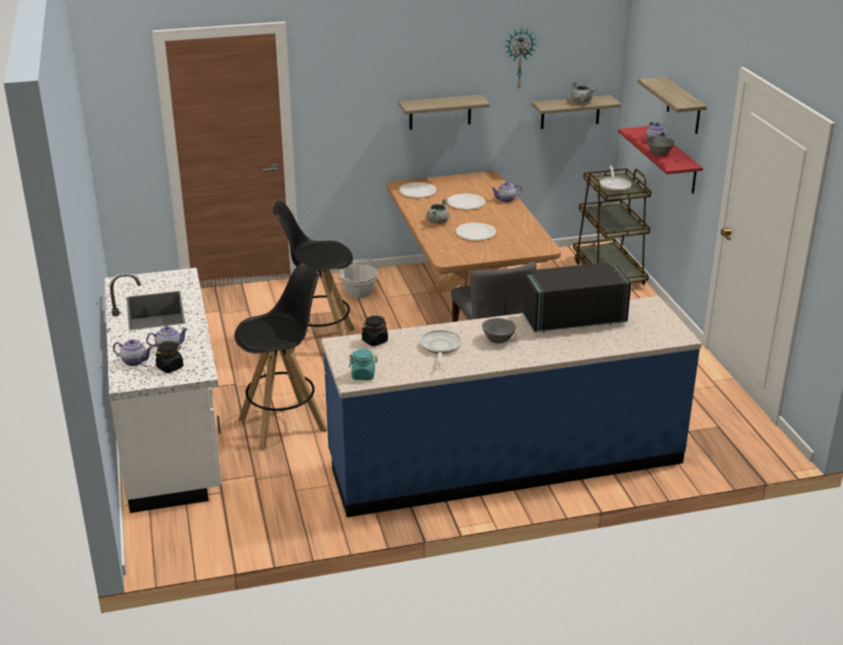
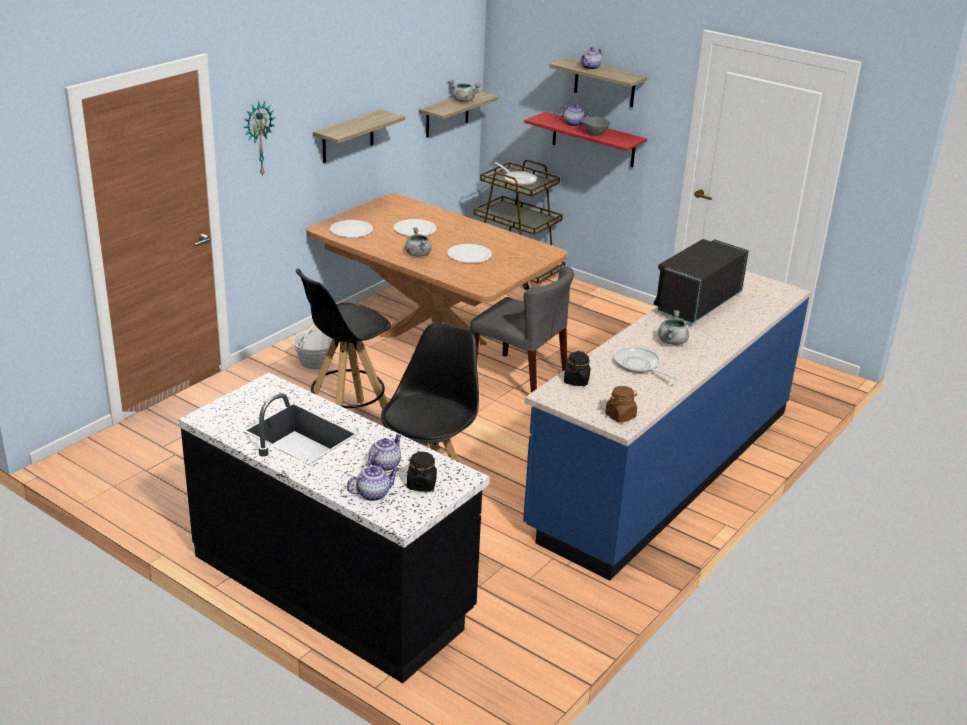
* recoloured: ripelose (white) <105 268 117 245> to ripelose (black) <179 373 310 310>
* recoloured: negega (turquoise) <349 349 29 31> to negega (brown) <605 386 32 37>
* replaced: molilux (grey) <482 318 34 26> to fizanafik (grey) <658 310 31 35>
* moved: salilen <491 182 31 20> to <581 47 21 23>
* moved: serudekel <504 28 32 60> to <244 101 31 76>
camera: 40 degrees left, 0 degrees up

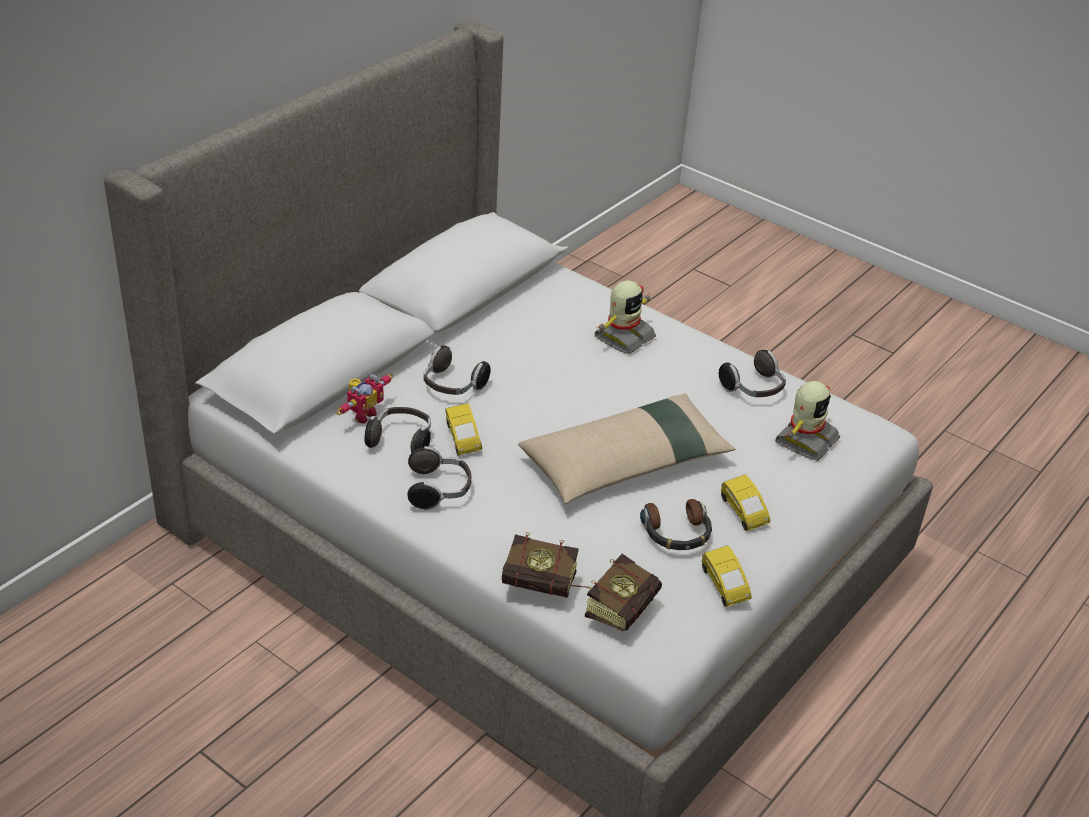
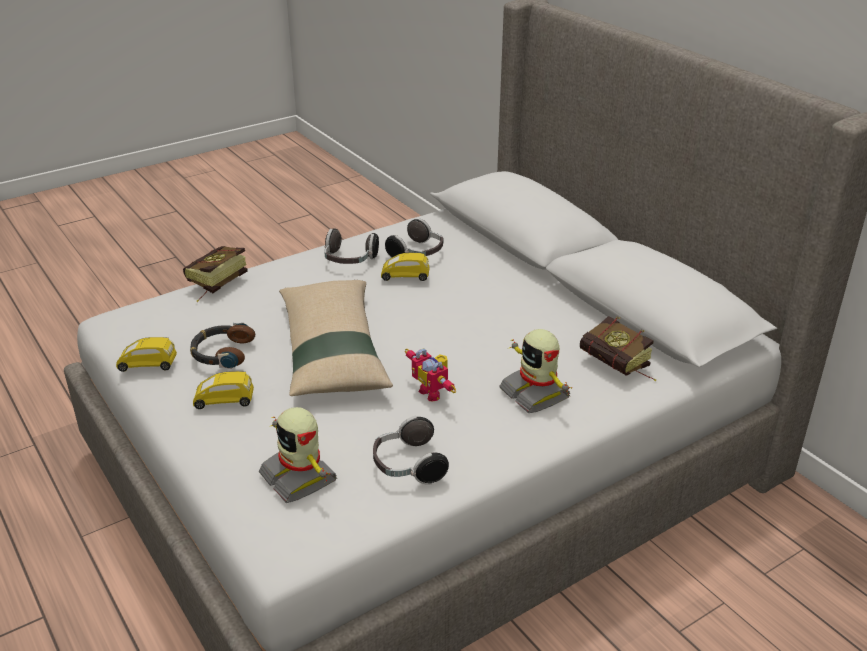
* moved: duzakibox <336 374 57 50> to <405 348 51 54>
* removed: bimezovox <423 345 68 50>
* moved: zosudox <585 554 77 77> to <580 316 77 65>
camera: 110 degrees right, 5 degrees down

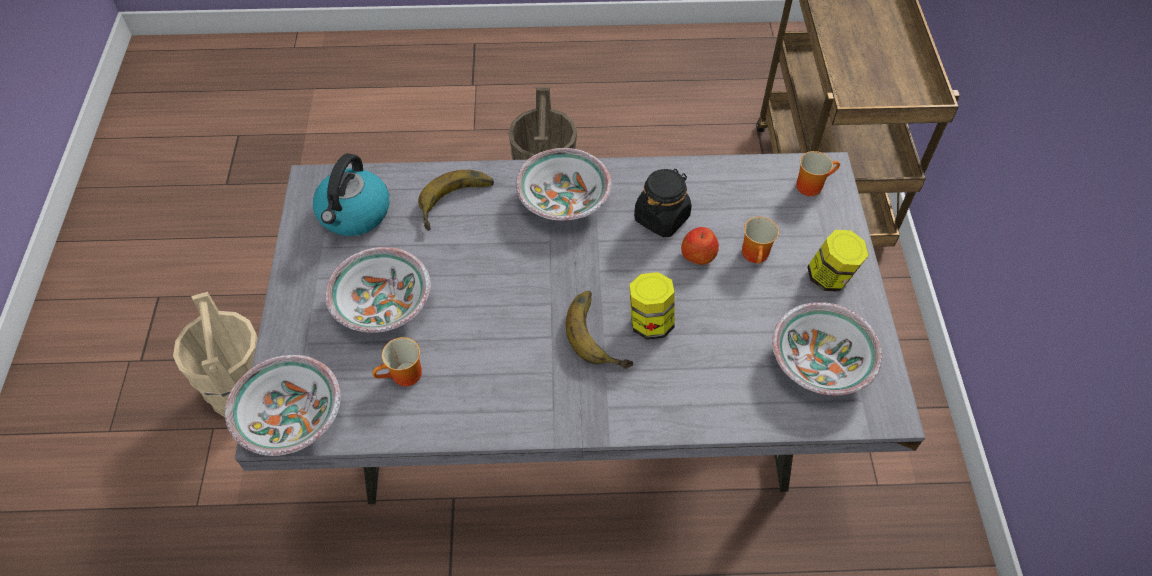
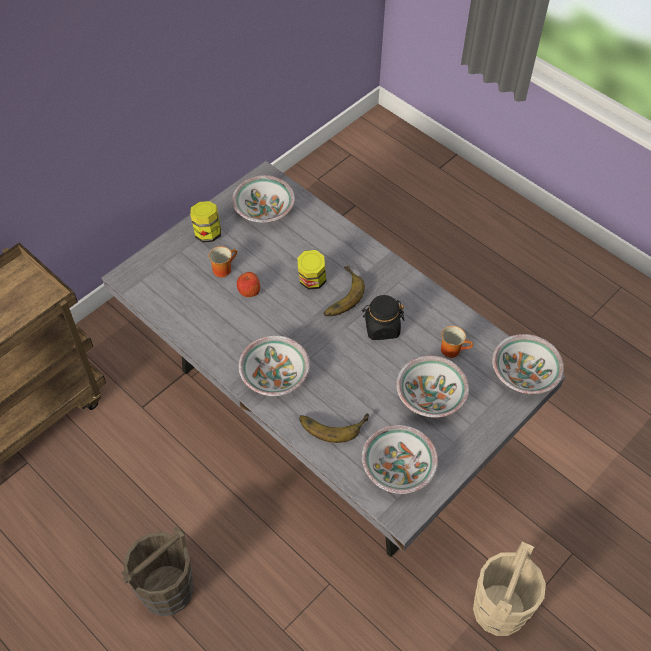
* replaced: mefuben <313 153 76 83> to molilux <362 425 76 69>
* moved: negega (black) <634 169 58 68> to <362 295 42 45>
* removed: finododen <796 151 44 45>
camera: 135 degrees left, 0 degrees up

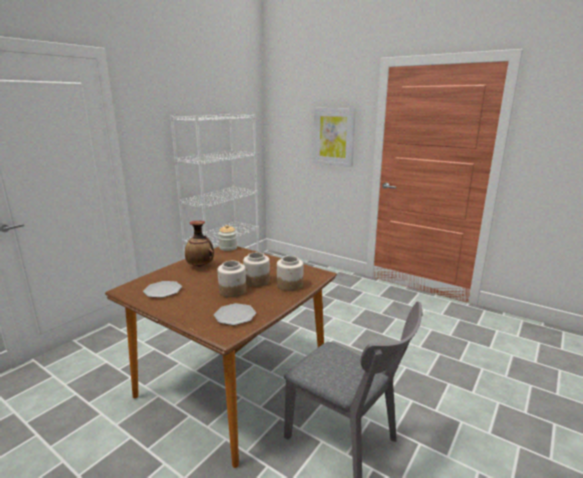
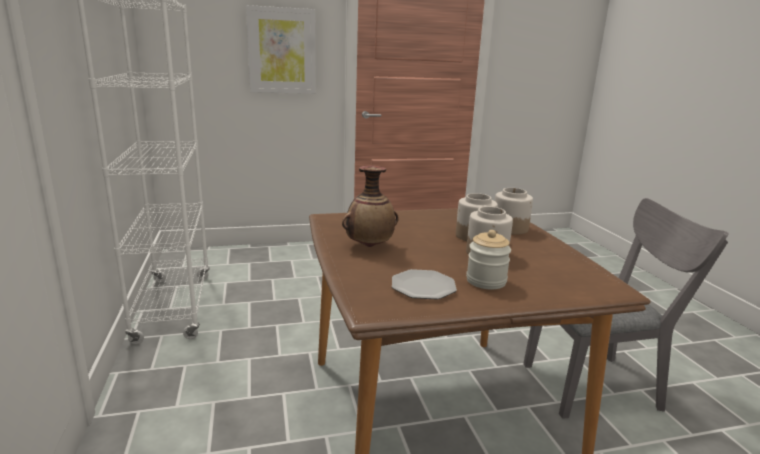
* removed: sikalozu <214 303 42 22>
* moved: negega <218 225 19 26> to <466 230 45 59>
camera: 50 degrees left, 0 degrees up

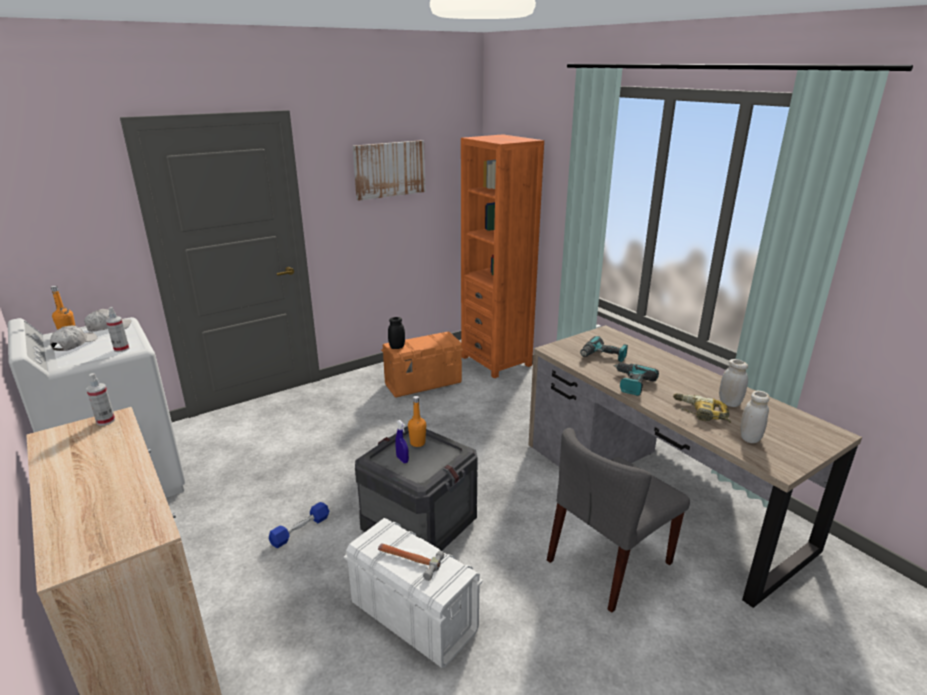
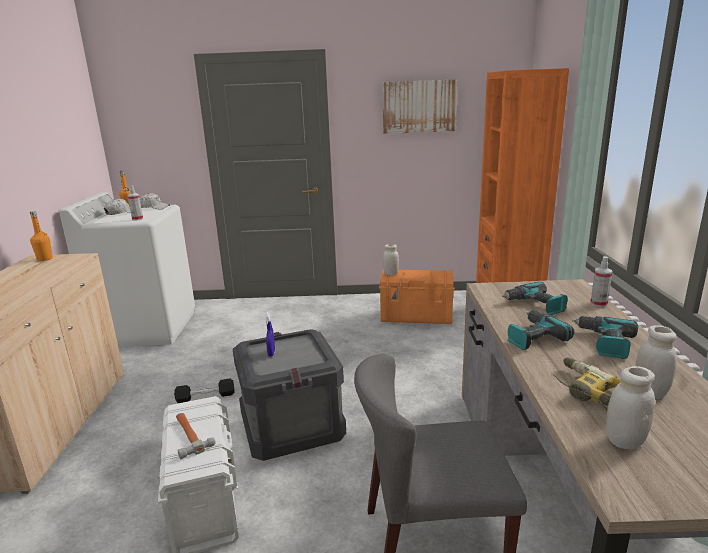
* moved: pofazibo <86 373 29 52> to <590 256 23 51>
* recoloured: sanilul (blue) <269 502 60 46> to sanilul (black) <174 379 60 24>
* recoloured: negega (black) <388 317 17 32> to negega (white) <383 244 16 31>
* moved: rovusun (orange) <408 396 18 51> to <30 211 23 50>
* added: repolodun <572 316 66 43>
camera: 35 degrees right, 5 degrees down

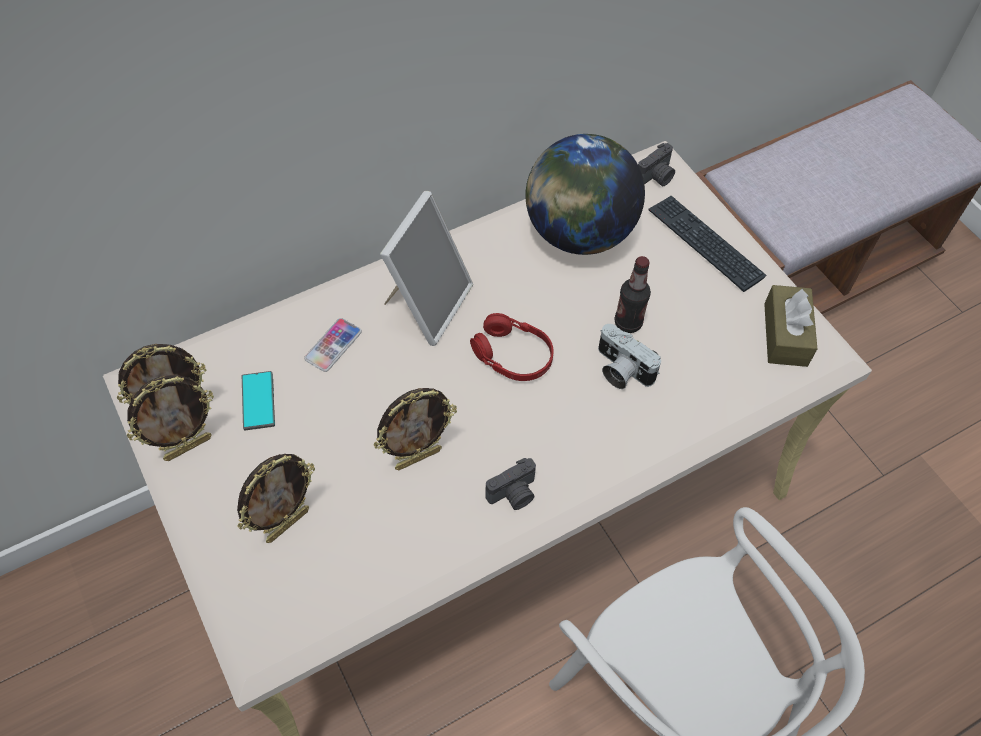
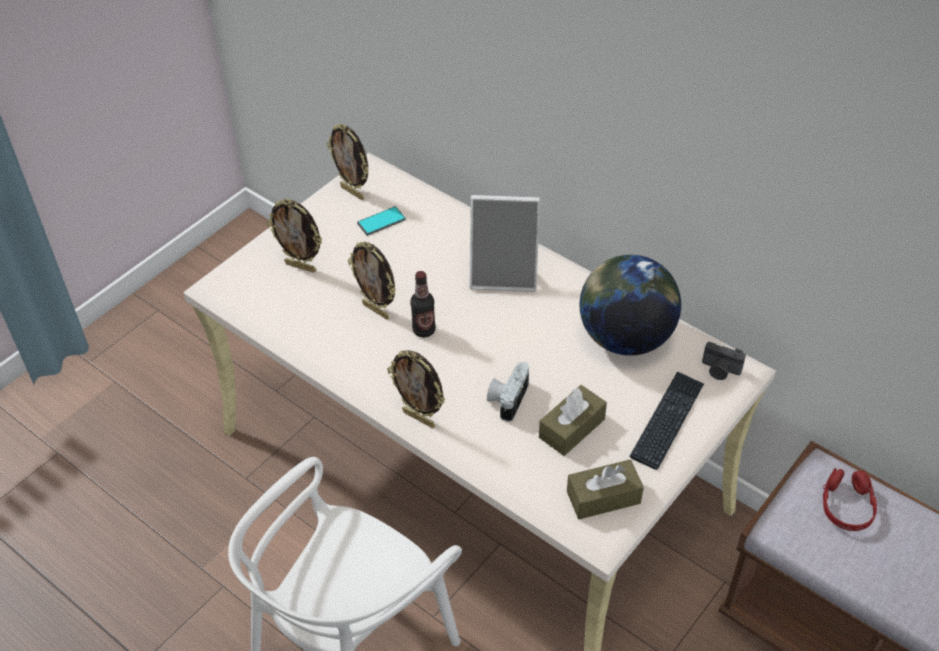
* moved: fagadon <127 375 87 86> to <387 350 58 78>
* removed: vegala <304 318 58 54>
* moved: bimezovox (red) <470 313 84 68> to <823 468 54 63>
* removed: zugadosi <485 458 51 52>
* moved: rovusun <614 256 37 77> to <410 271 26 67>
* added: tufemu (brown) <539 385 68 71>
camera: 70 degrees right, 10 degrees down

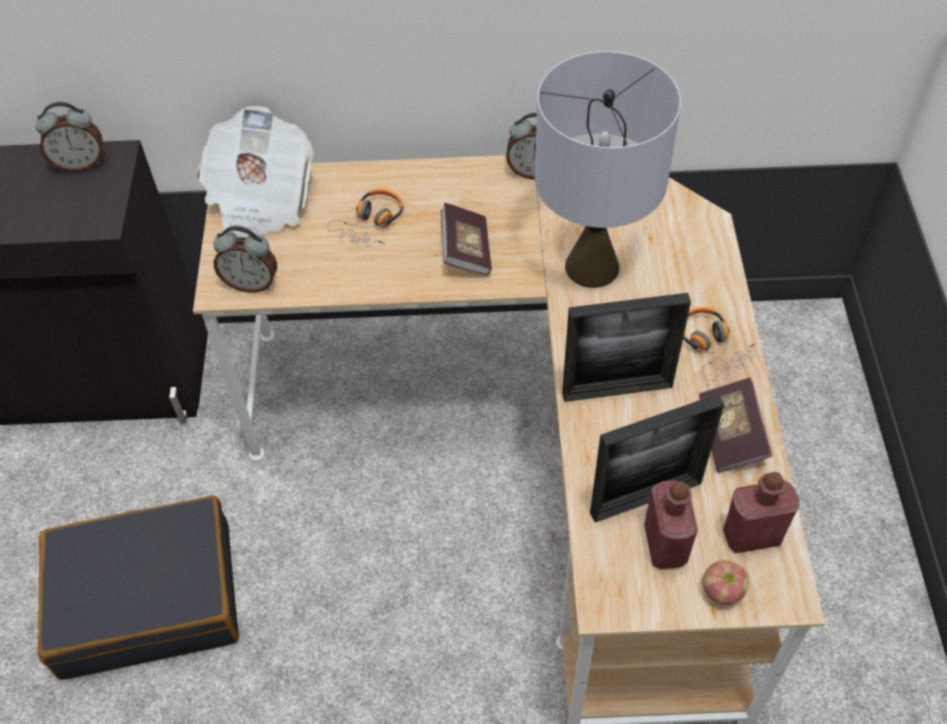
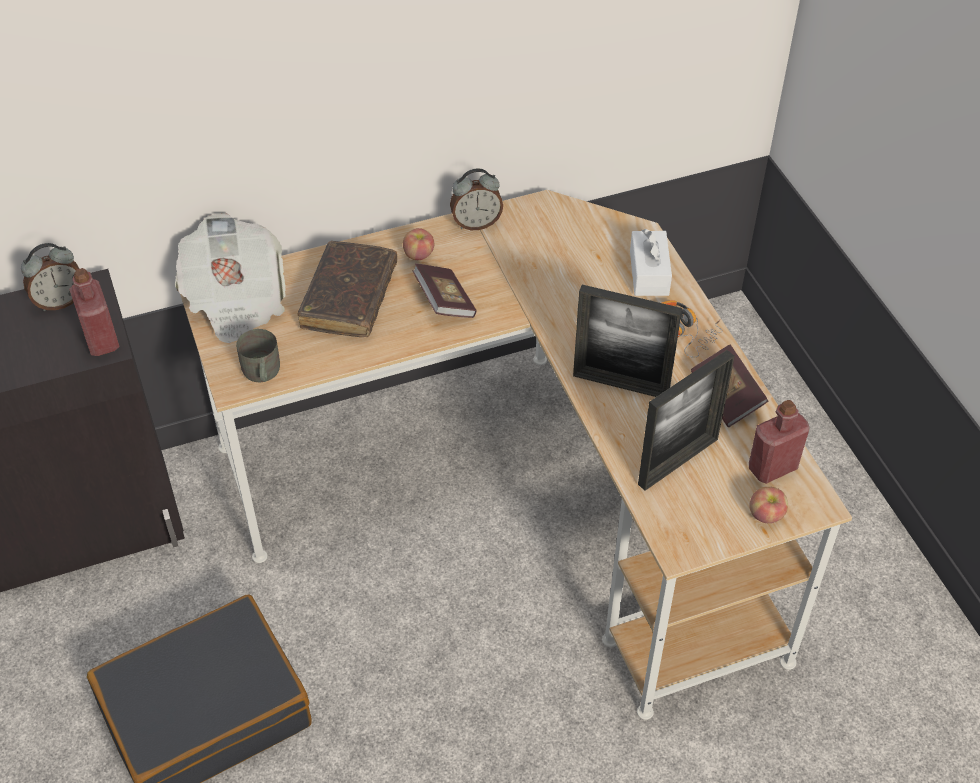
* replaced: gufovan <213 226 64 67> to finododen (grey) <236 329 44 53>
* replaced: bimezovox <327 189 77 58> to zosudox (brown) <297 241 100 96>
* removed: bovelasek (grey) <535 51 146 237>
* turned: fagadon <562 293 129 109> = <573 285 109 112> 45 degrees clockwise
* moved: rovusun (red) <644 480 54 89> to <69 268 51 88>
* added: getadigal <403 228 31 32>
* added: tufemu (white) <630 229 42 67>
camera: 20 degrees left, 5 degrees down

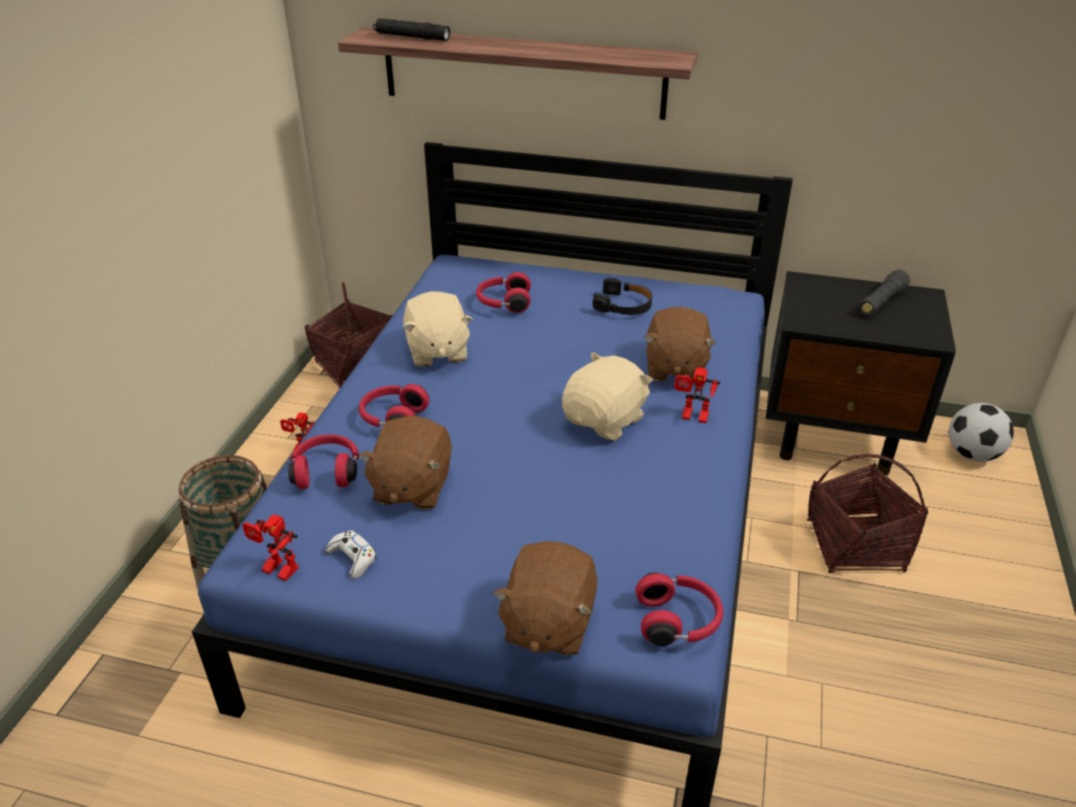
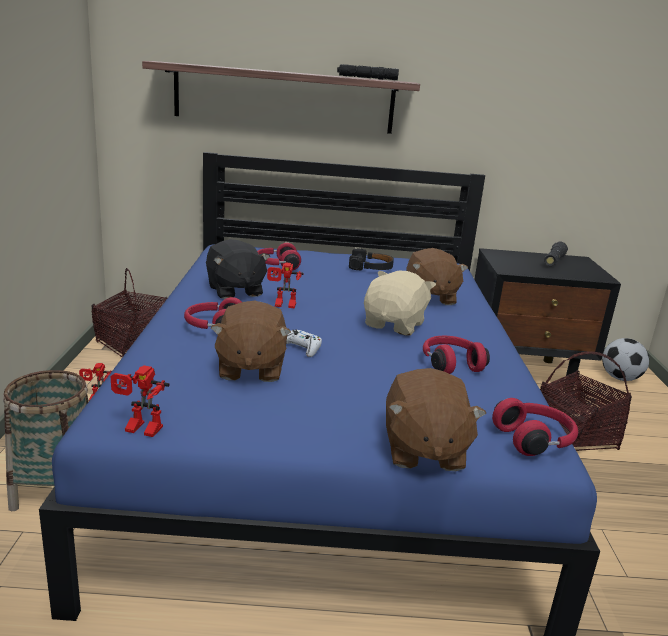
* moved: bimezovox (red) <288 434 71 55> to <423 335 67 39>
* moved: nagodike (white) <326 530 50 49> to <286 330 36 27>
* moved: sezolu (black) <373 18 77 23> to <337 64 62 16>
* recoloured: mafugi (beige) <403 291 69 76> to mafugi (black) <206 239 64 60>
* moved: duzakibox <674 367 46 56> to <267 262 37 46>
camera: 15 degrees left, 15 degrees down

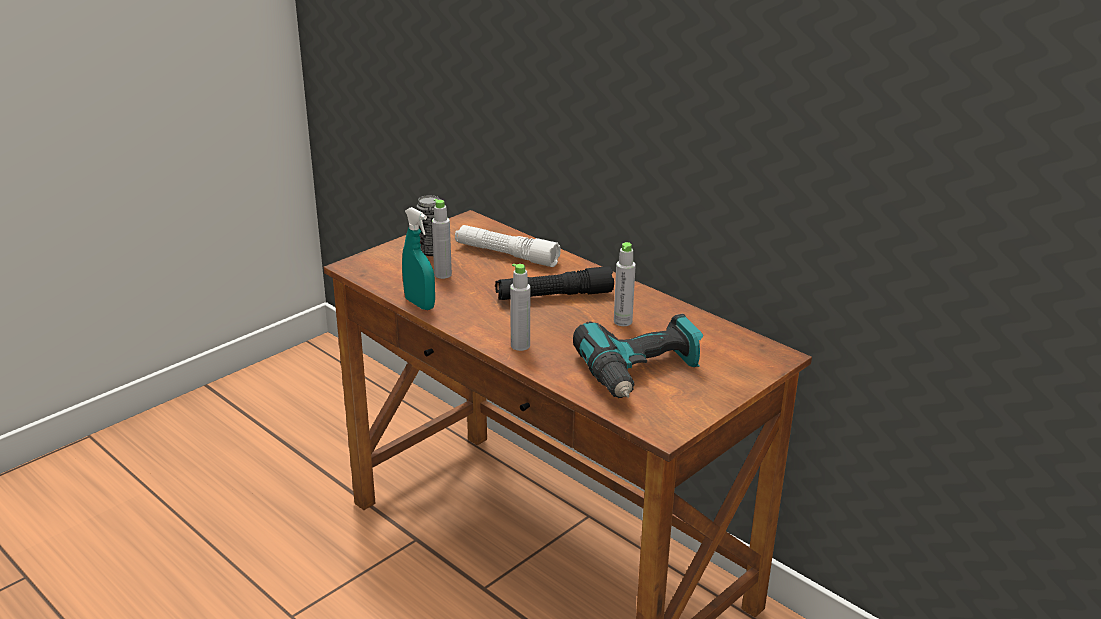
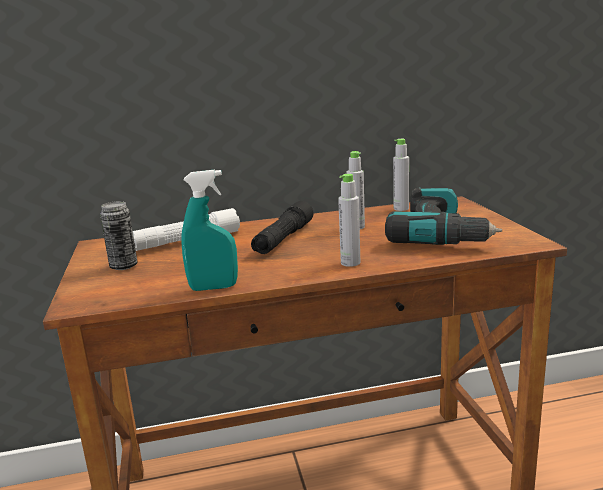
* moved: rovusun (grey) <432 199 20 80> to <393 139 16 72>
camera: 55 degrees left, 10 degrees down

